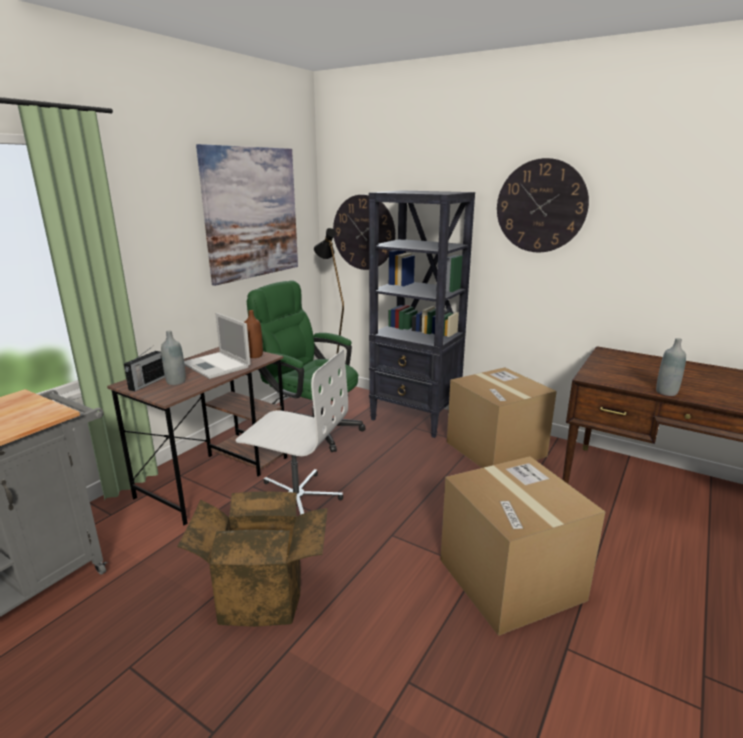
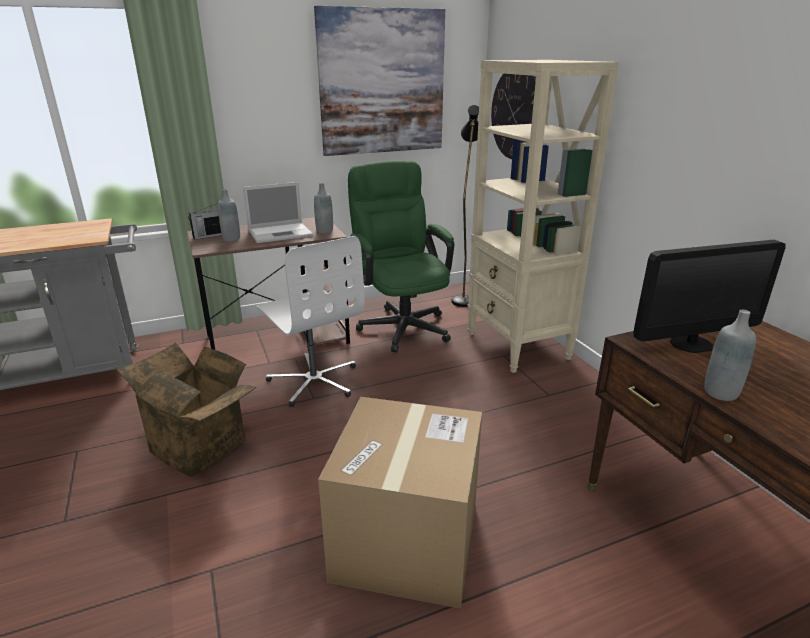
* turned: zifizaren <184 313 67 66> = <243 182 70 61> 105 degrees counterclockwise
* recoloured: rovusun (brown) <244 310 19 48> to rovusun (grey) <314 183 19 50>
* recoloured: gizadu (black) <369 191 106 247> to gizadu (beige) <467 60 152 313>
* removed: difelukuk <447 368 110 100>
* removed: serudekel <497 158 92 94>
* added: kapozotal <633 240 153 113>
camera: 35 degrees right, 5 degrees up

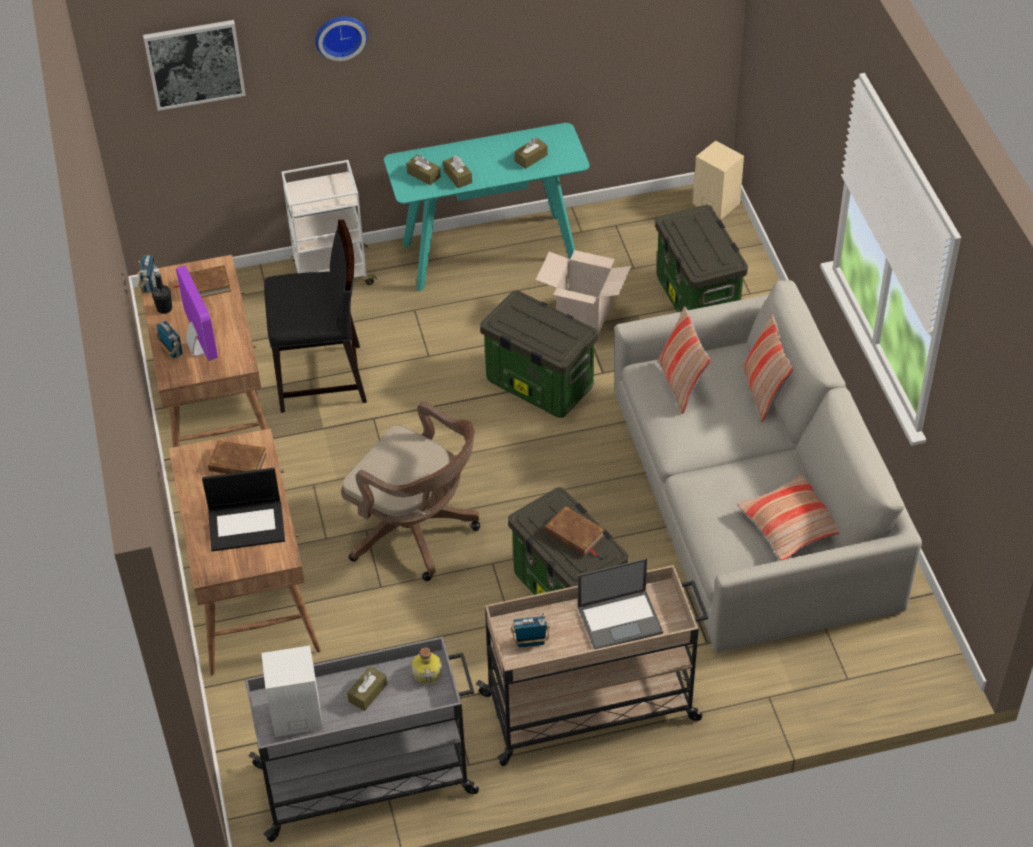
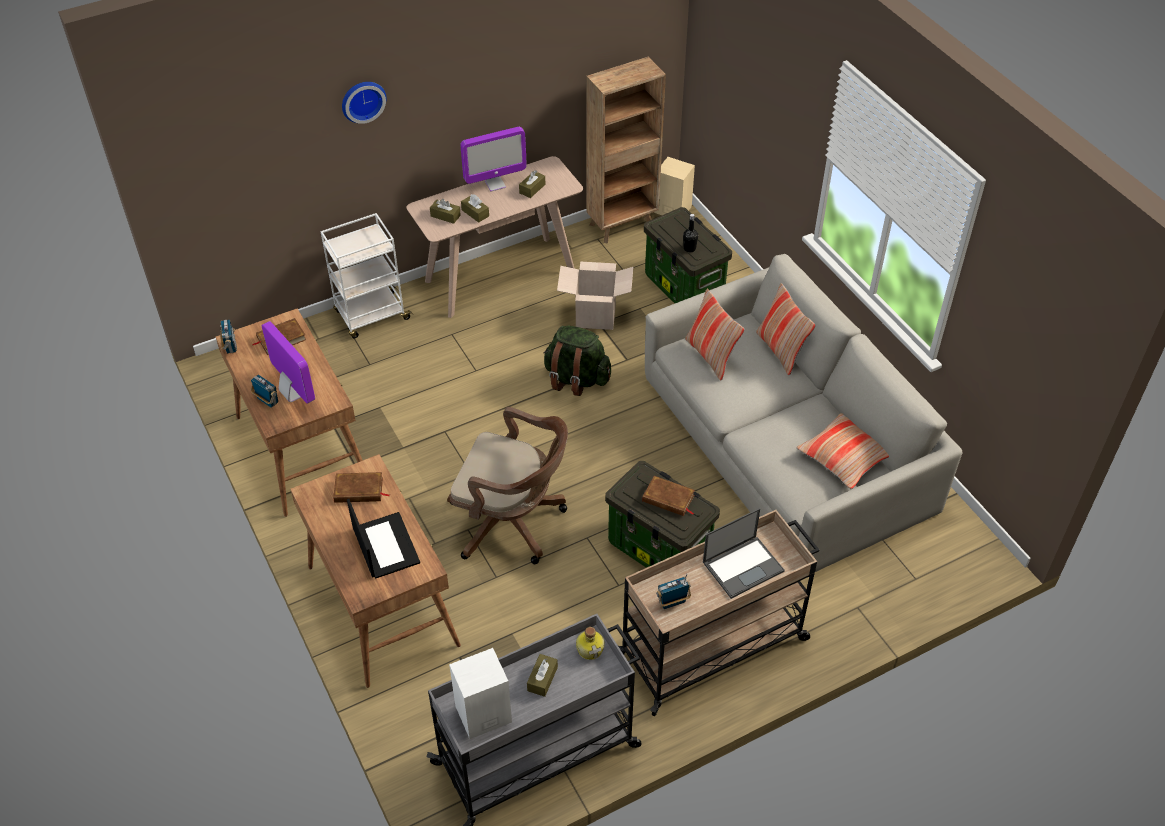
* removed: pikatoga <143 20 103 91>
* moved: rovusun (black) <152 268 20 46> to <683 214 15 38>
* turned: zifizaren <202 468 83 83> = <347 499 73 80> 90 degrees counterclockwise
* removed: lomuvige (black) <264 220 103 193>
* recoloured: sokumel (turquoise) <384 123 206 168> to sokumel (beige) <407 156 176 162>
* replaced: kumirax <480 290 118 128> to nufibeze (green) <544 326 67 70>
* added: kapozotal <460 127 67 65>
* added: gizadu (brown) <586 57 80 186>
camera: 15 degrees left, 0 degrees up

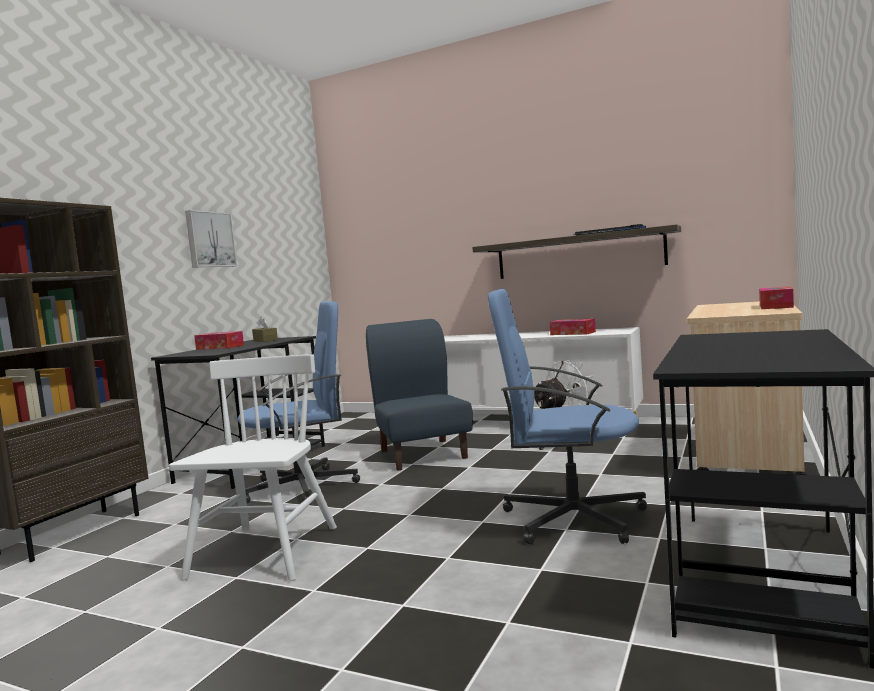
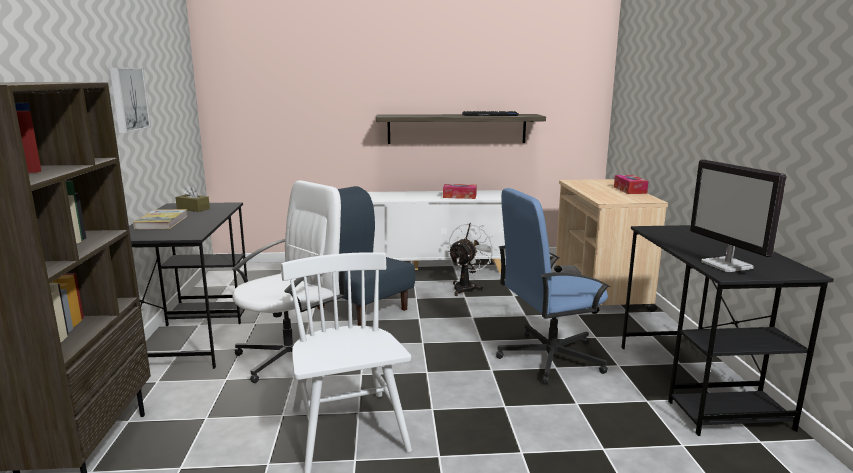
* replaced: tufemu <194 331 50 19> to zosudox <133 209 54 20>
* recoloured: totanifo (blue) <238 301 122 204> to totanifo (white) <232 180 114 203>
* added: kapozotal <690 159 97 113>
camera: 30 degrees left, 10 degrees up

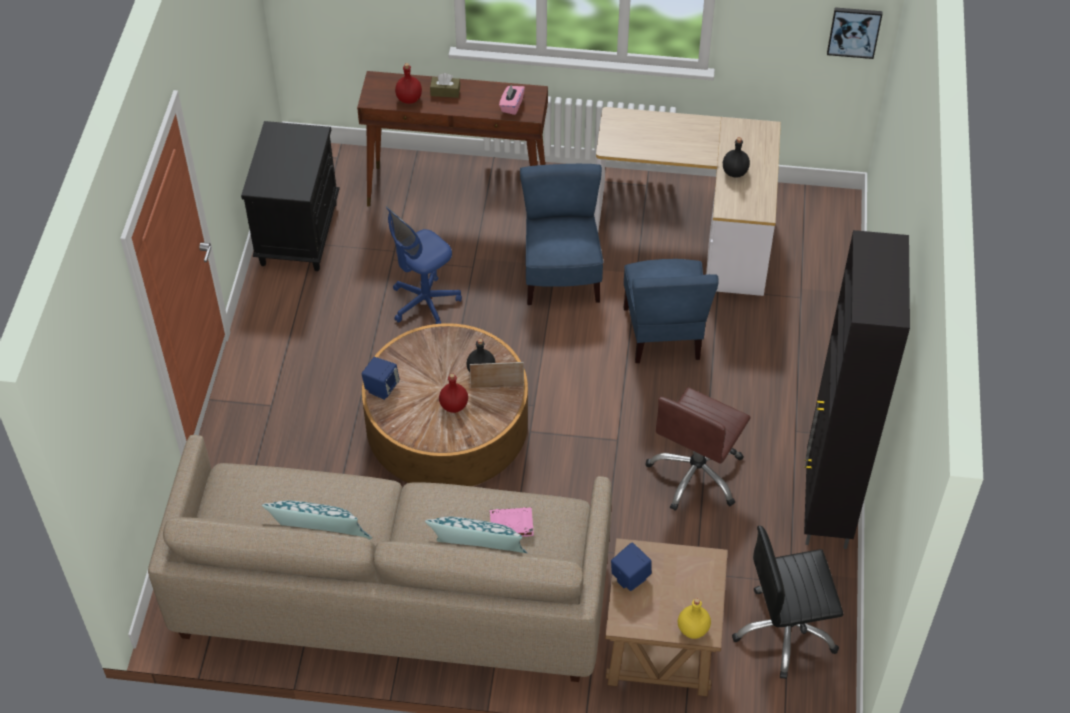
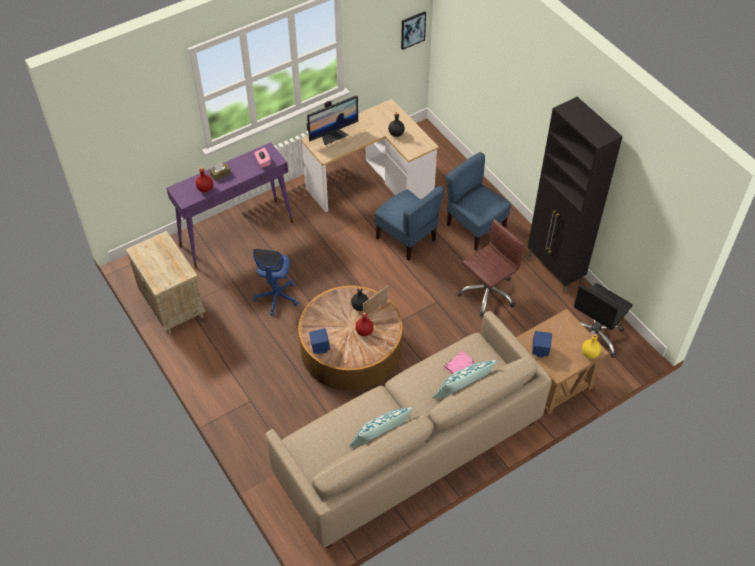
* recoloured: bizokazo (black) <241 121 99 150> to bizokazo (beige) <125 231 81 104>
* recoloured: sokumel (brown) <357 71 191 136> to sokumel (purple) <166 142 127 127>
* moved: lomuvige (blue) <520 164 83 141> to <446 152 65 98>
* turned: totanifo (brown) <645 387 106 124> = <457 219 67 97> 120 degrees counterclockwise
* added: kapozotal <307 95 51 50>
camera: 40 degrees left, 0 degrees up

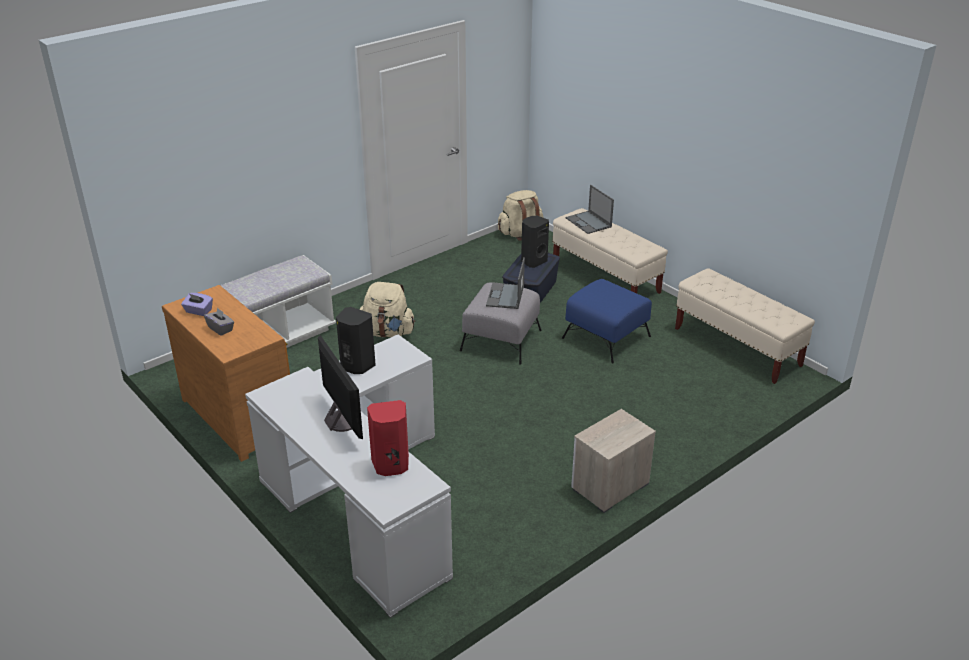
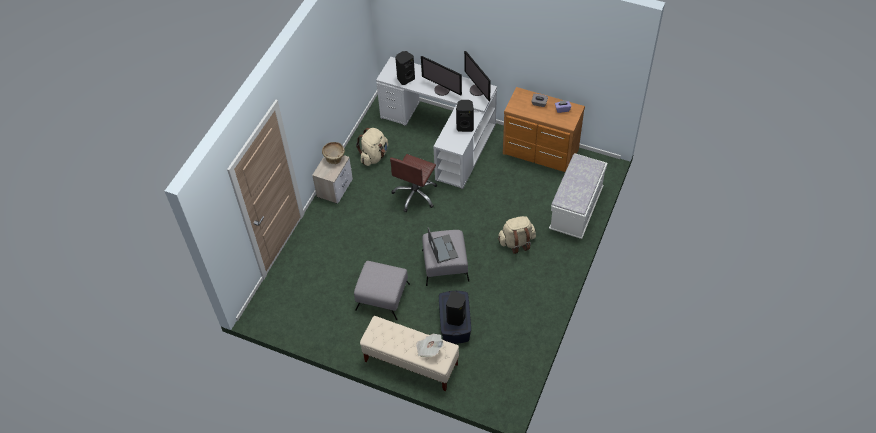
* recoloured: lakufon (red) <367 400 42 76> to lakufon (black) <395 51 20 34>
* moved: nufibeze (beige) <498 190 46 51> to <356 128 32 38>
* recoloured: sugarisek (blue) <562 279 90 84> to sugarisek (grey) <354 261 56 59>
* replaced: zifizaren <566 185 48 49> to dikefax <416 334 28 23>
* removed: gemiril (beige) <675 268 140 116>
* added: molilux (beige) <322 142 23 22>
* added: totanifo (brown) <390 154 47 58>
* added: kapozotal <464 51 27 50>
camera: 155 degrees right, 20 degrees up

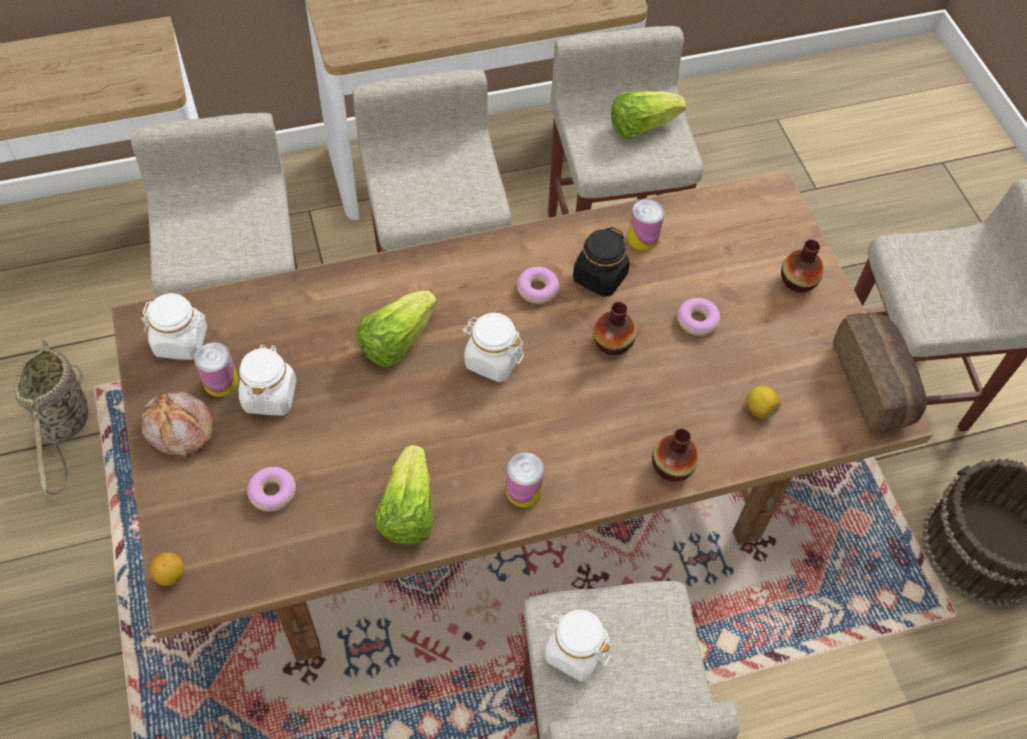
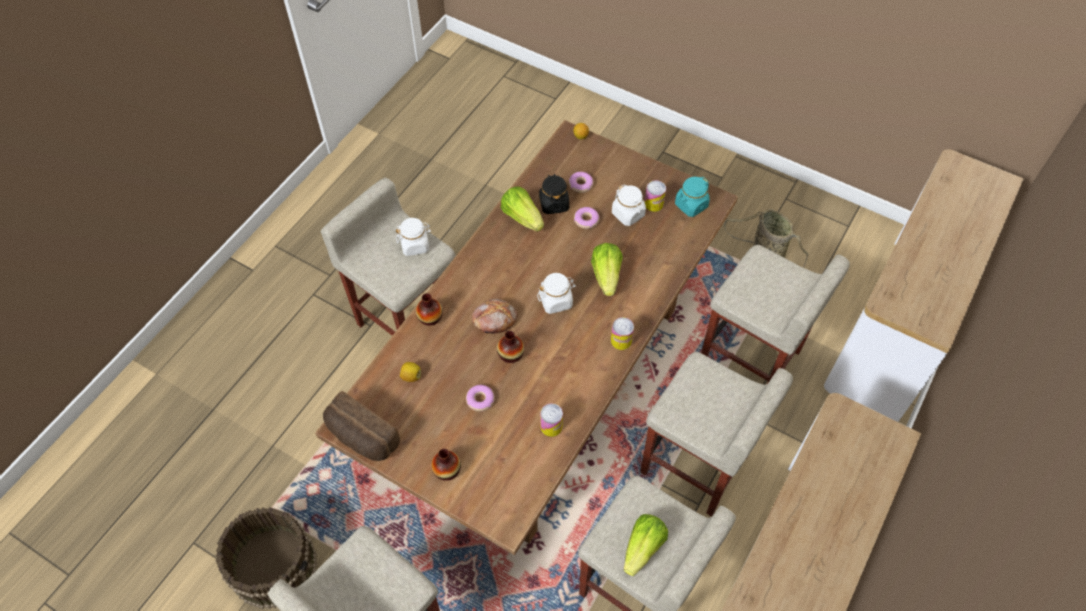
* recoloured: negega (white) <141 293 66 67> to negega (turquoise) <675 177 35 40>
* moved: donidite <142 391 72 66> to <472 299 46 34>
* moved: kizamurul <506 452 39 56> to <611 317 23 33>
* moved: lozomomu <517 267 42 37> to <574 207 25 22>
* moved: negega (black) <573 227 57 70> to <539 174 30 40>
camera: 140 degrees right, 0 degrees up

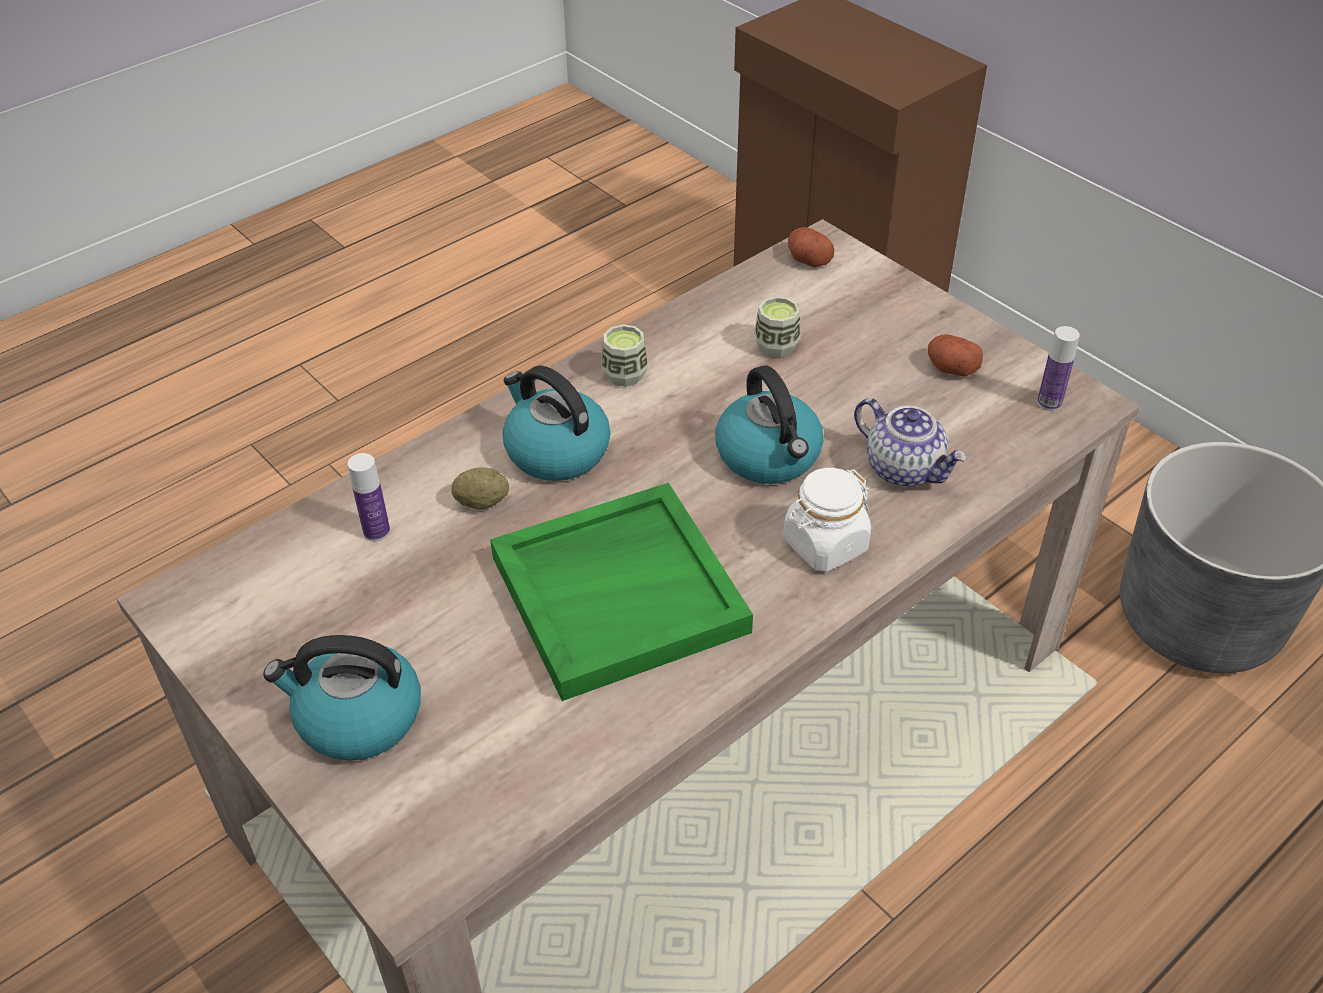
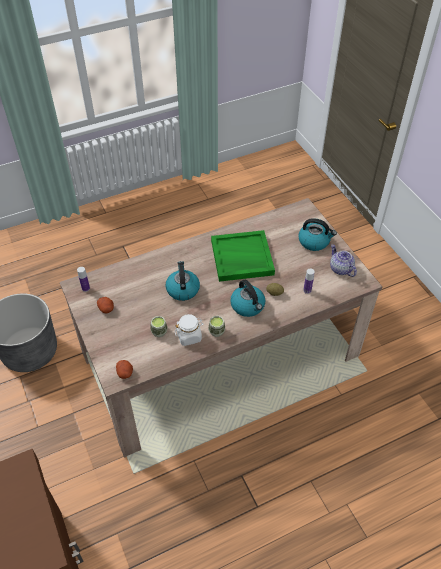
* moved: negega (white) <783 468 88 104> to <175 314 28 32>
* moved: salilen <854 398 113 89> to <330 244 27 33>
camera: 165 degrees left, 5 degrees up

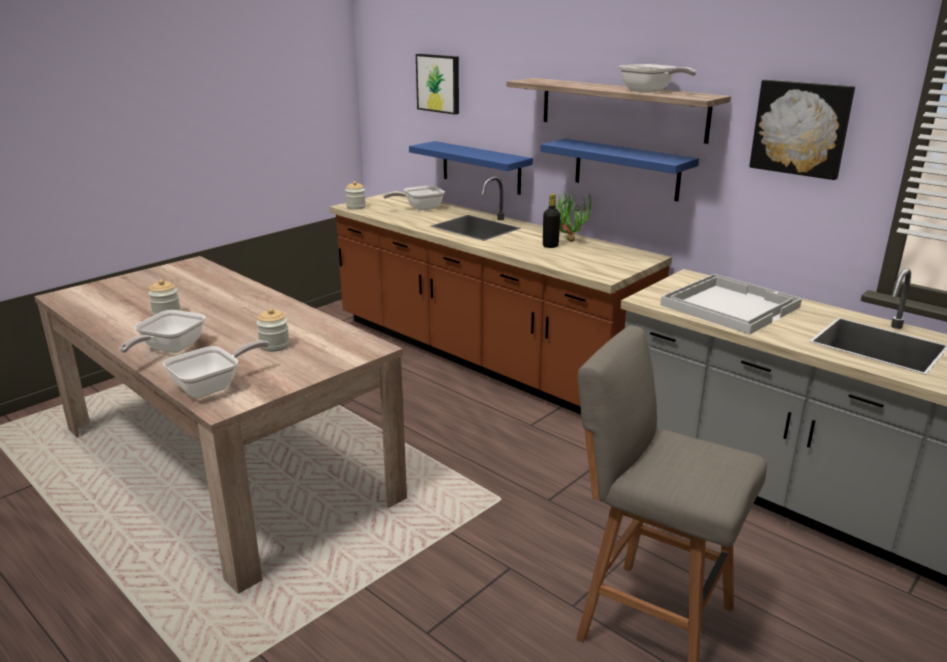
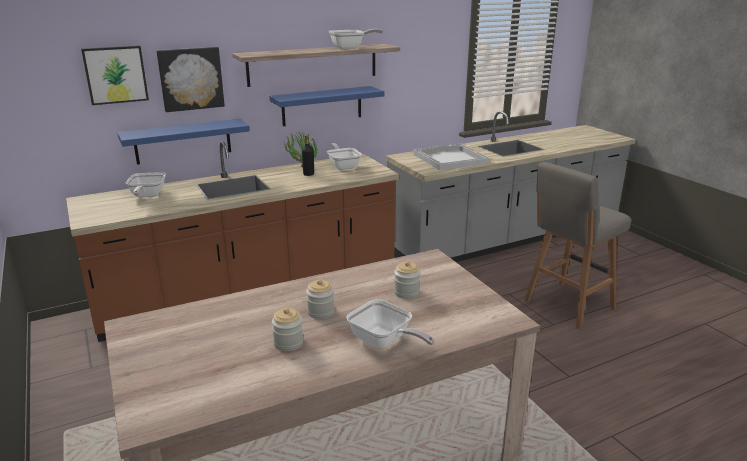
* moved: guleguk <163 340 106 58> to <327 143 35 27>
* moved: negega <345 181 21 29> to <306 279 29 40>
* moved: pikatoga <749 80 106 100> to <156 47 69 65>
camera: 70 degrees left, 0 degrees up

